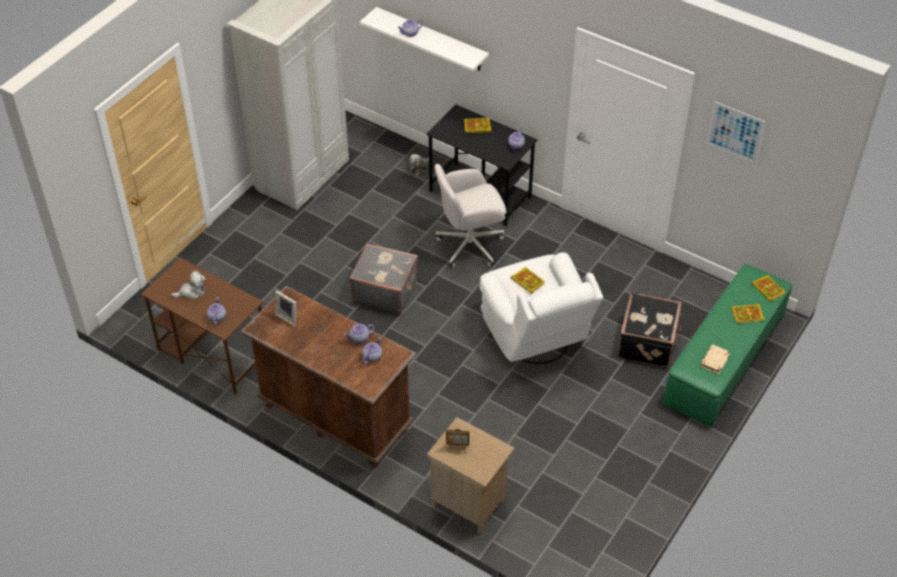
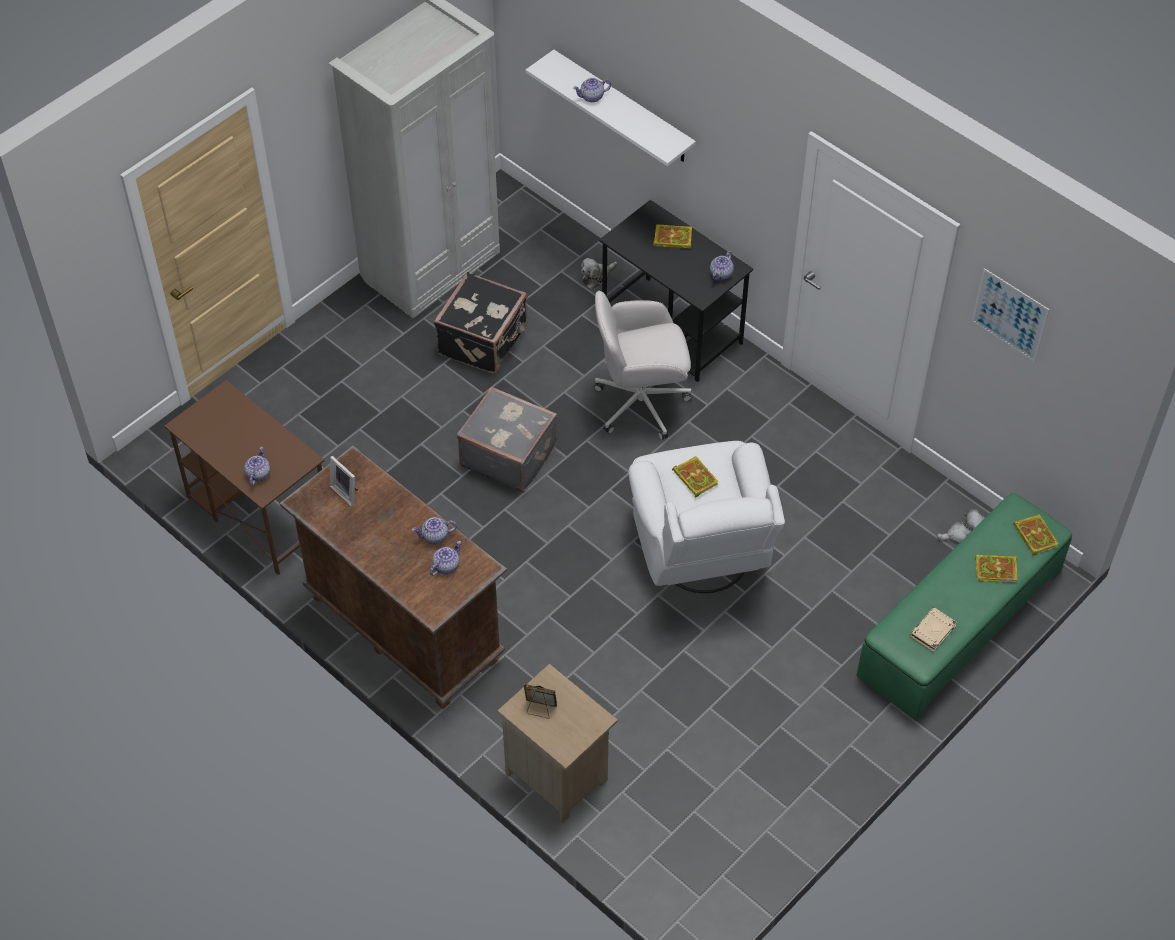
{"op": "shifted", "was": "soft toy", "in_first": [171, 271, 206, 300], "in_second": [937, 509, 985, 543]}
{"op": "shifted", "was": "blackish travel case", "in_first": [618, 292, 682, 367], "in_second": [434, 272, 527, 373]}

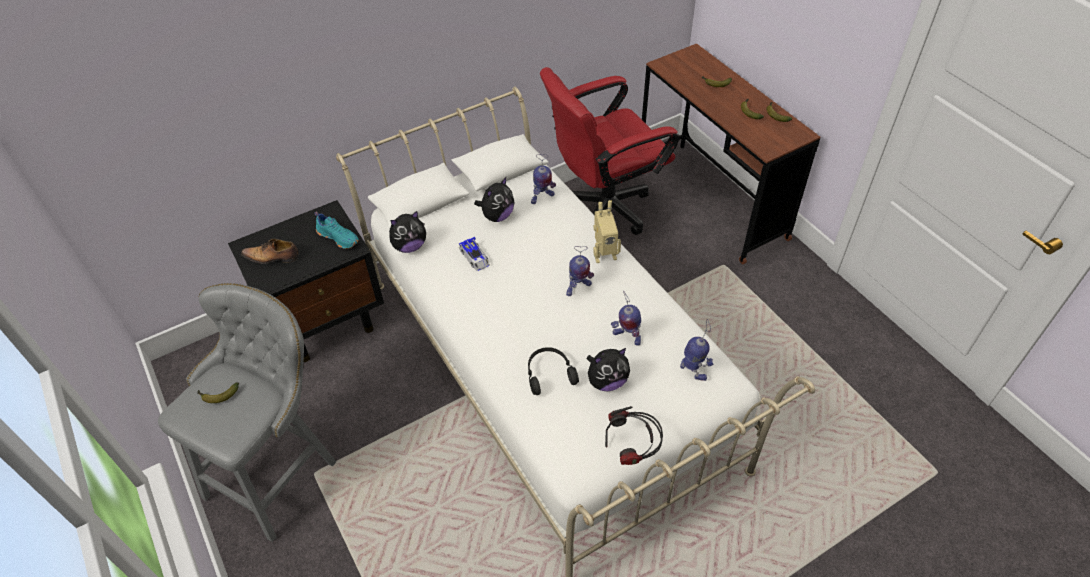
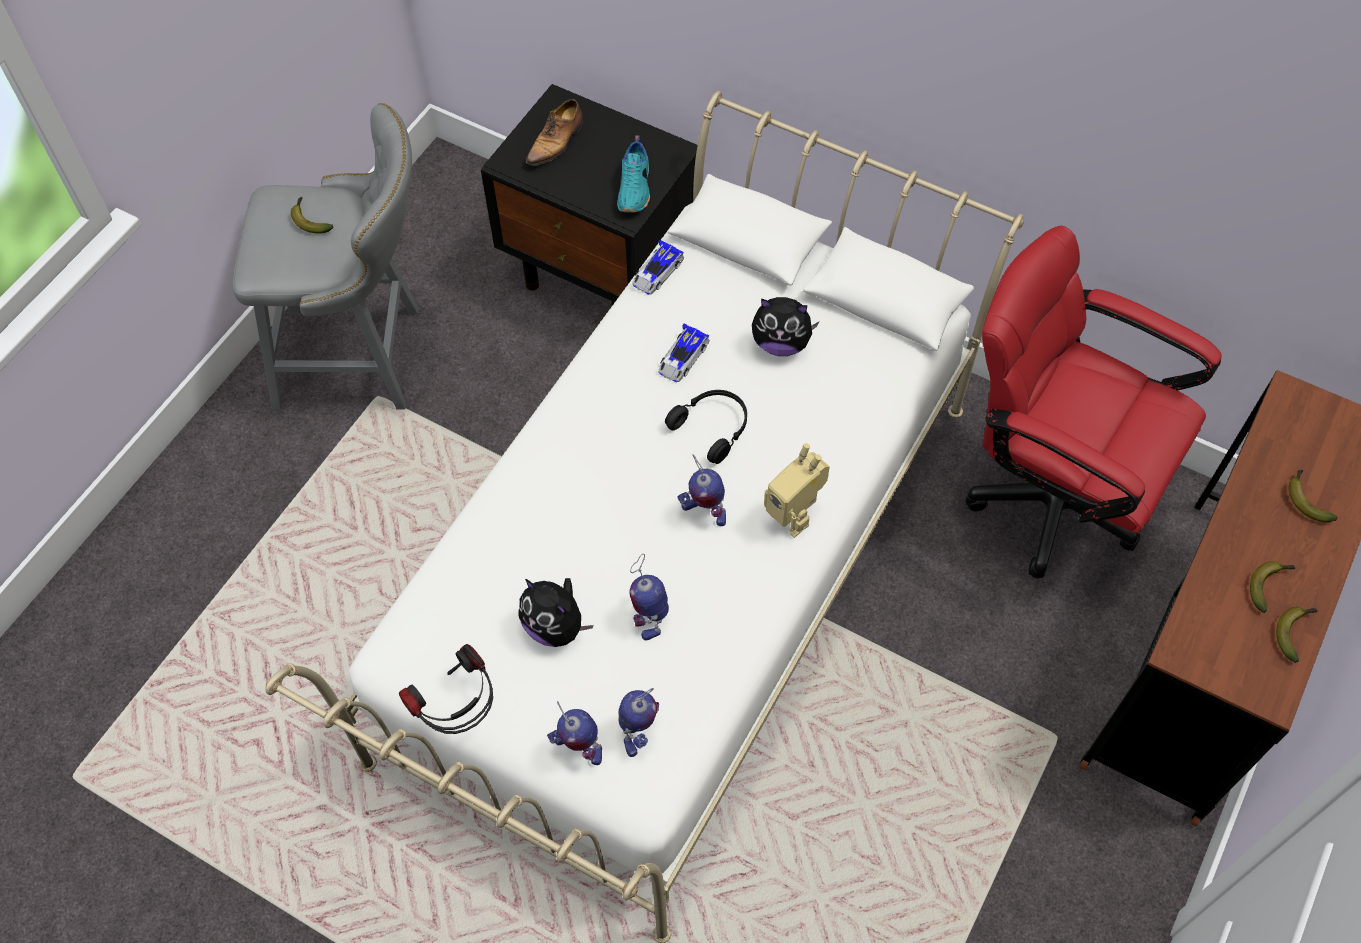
{"op": "shifted", "was": "blackish headphones", "in_first": [528, 347, 579, 395], "in_second": [665, 390, 747, 464]}
{"op": "shifted", "was": "model robot", "in_first": [531, 154, 556, 204], "in_second": [547, 701, 602, 765]}
{"op": "swapped", "was": "soft toy", "now": "miniature car", "in_first": [389, 211, 426, 253], "in_second": [632, 239, 685, 295]}
{"op": "rotated", "was": "low shoe", "in_first": [241, 239, 299, 264], "in_second": [526, 99, 583, 170], "clockwise": -120}

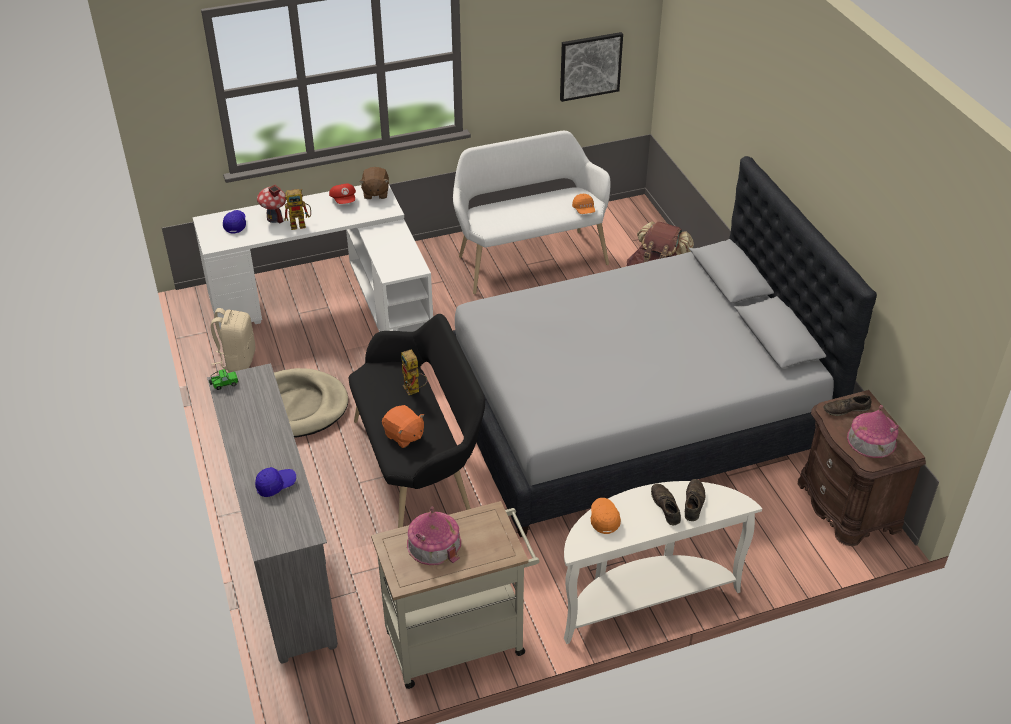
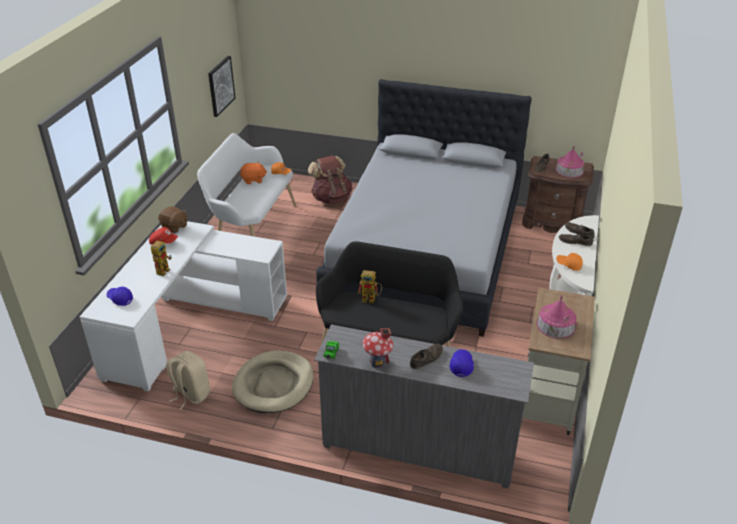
{"op": "new", "now": "brown-coloured low shoe", "in_second": [410, 344, 443, 369]}
{"op": "shifted", "was": "toy house", "in_first": [257, 185, 286, 223], "in_second": [362, 328, 393, 368]}
{"op": "shifted", "was": "orangey soft toy", "in_first": [382, 405, 424, 448], "in_second": [240, 161, 267, 184]}

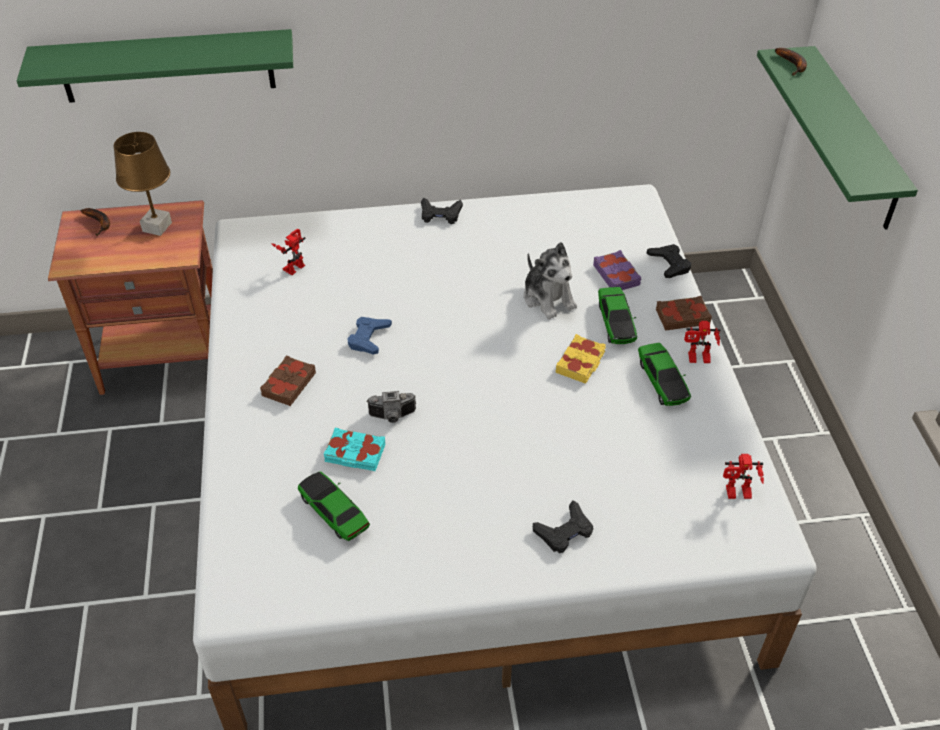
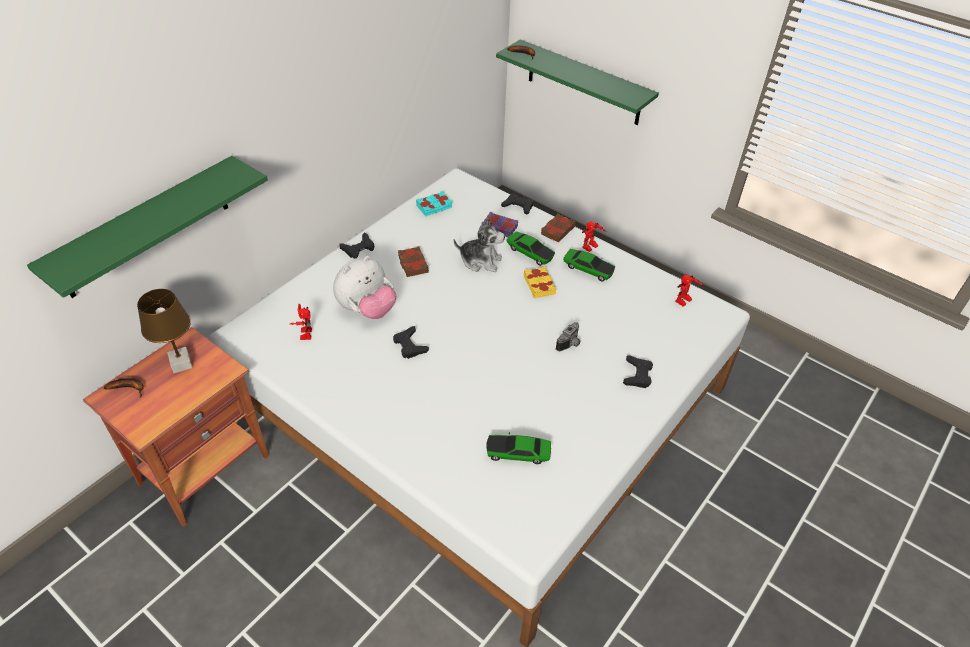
{"op": "new", "now": "soft toy", "in_second": [333, 256, 396, 319]}
{"op": "shifted", "was": "brown-coloured volume", "in_first": [260, 355, 316, 406], "in_second": [398, 246, 429, 277]}
{"op": "shifted", "was": "turquoise-coloured volume", "in_first": [324, 428, 385, 471], "in_second": [416, 191, 452, 216]}
{"op": "shifted", "was": "still camera", "in_first": [366, 391, 416, 423], "in_second": [556, 322, 580, 351]}
{"op": "repainted", "was": "bluish gamepad", "now": "blackish gamepad", "in_first": [347, 317, 392, 354], "in_second": [393, 326, 429, 359]}

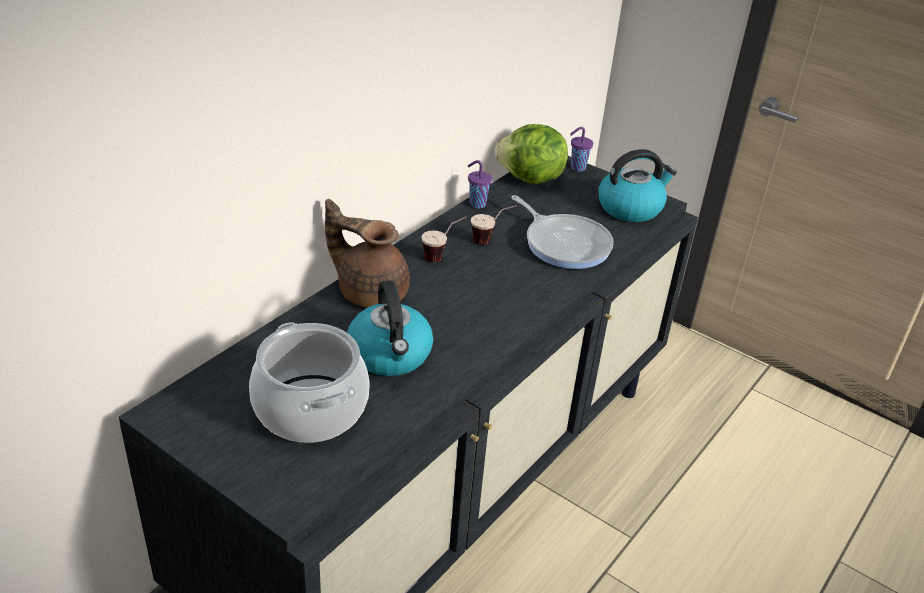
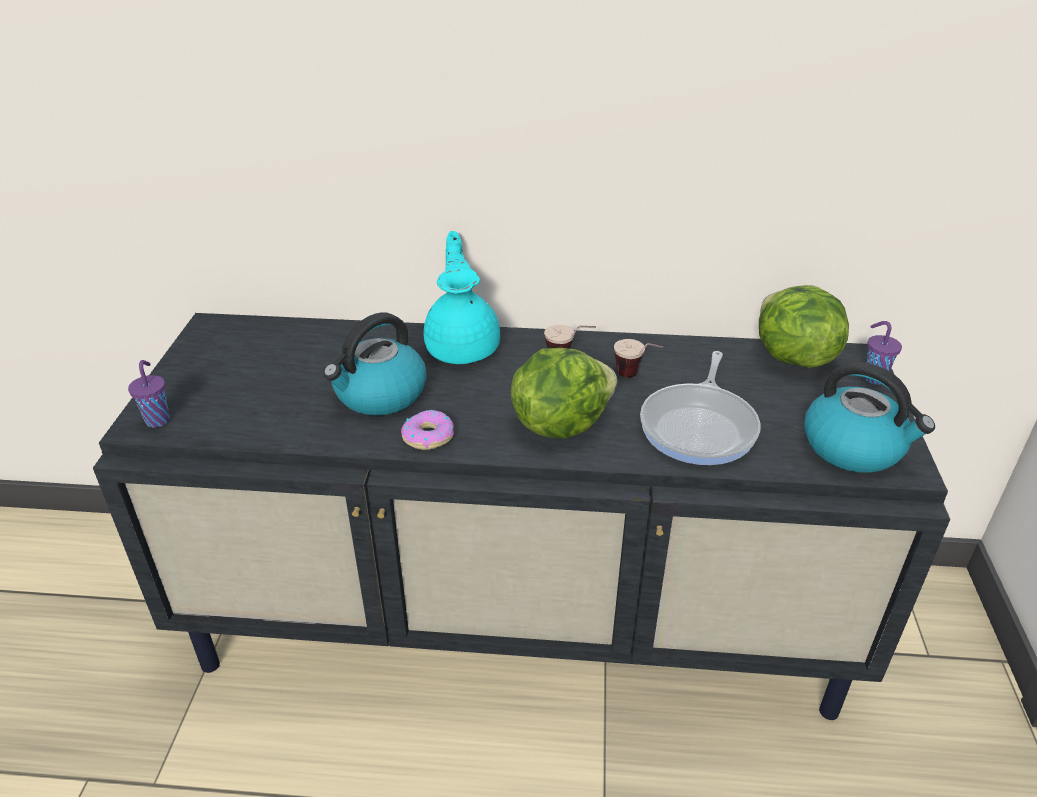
{"op": "gone", "was": "stockpot", "in_first": [249, 322, 370, 443]}
{"op": "new", "now": "donut", "in_second": [401, 410, 454, 450]}
{"op": "new", "now": "lettuce head", "in_second": [510, 348, 617, 438]}
{"op": "shifted", "was": "purple-coloured cup", "in_first": [468, 160, 492, 209], "in_second": [128, 360, 170, 428]}
{"op": "repainted", "was": "brown-coloured tea pot", "now": "turquoise-coloured tea pot", "in_first": [325, 199, 410, 308], "in_second": [424, 231, 500, 364]}

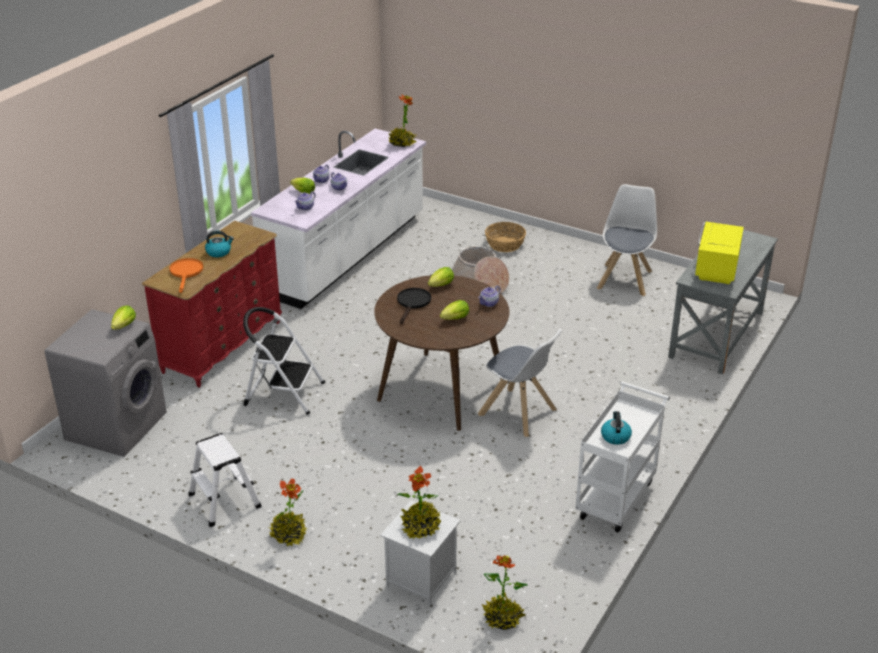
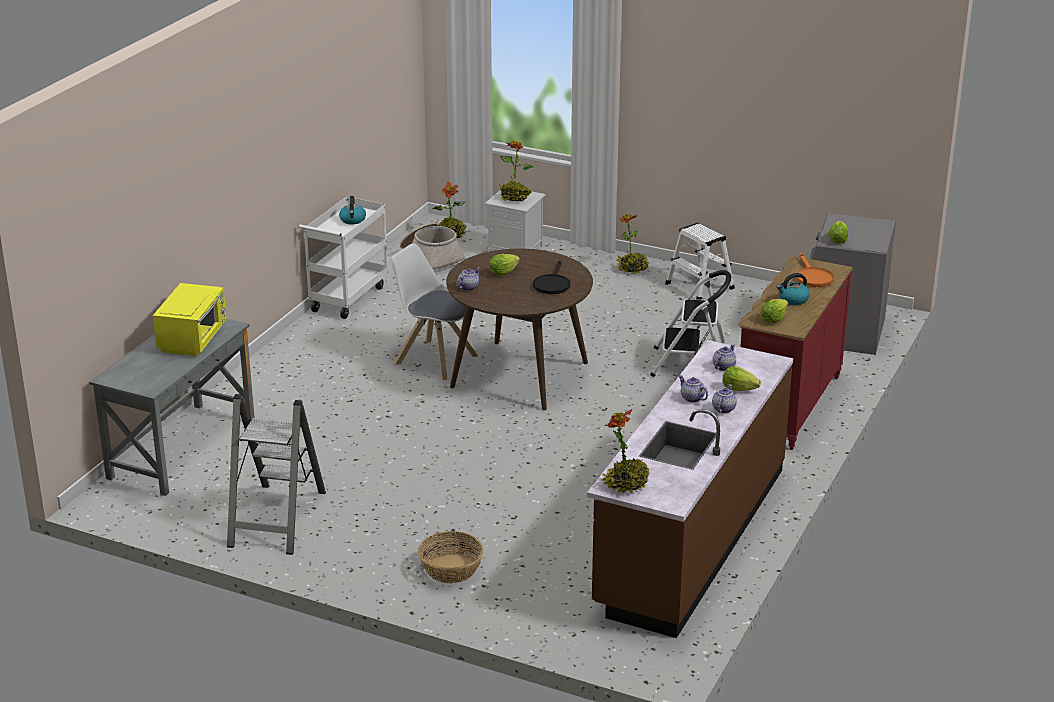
{"op": "shifted", "was": "lettuce head", "in_first": [428, 267, 454, 287], "in_second": [760, 299, 788, 323]}
{"op": "shifted", "was": "household basket", "in_first": [452, 246, 509, 294], "in_second": [400, 223, 466, 270]}
{"op": "swapped", "was": "plain chair", "now": "gray stepladder", "in_first": [597, 184, 657, 296], "in_second": [227, 394, 326, 555]}
{"op": "repainted", "was": "white kitchen base unit", "now": "brown-coloured kitchen base unit", "in_first": [251, 129, 426, 309], "in_second": [587, 340, 793, 638]}

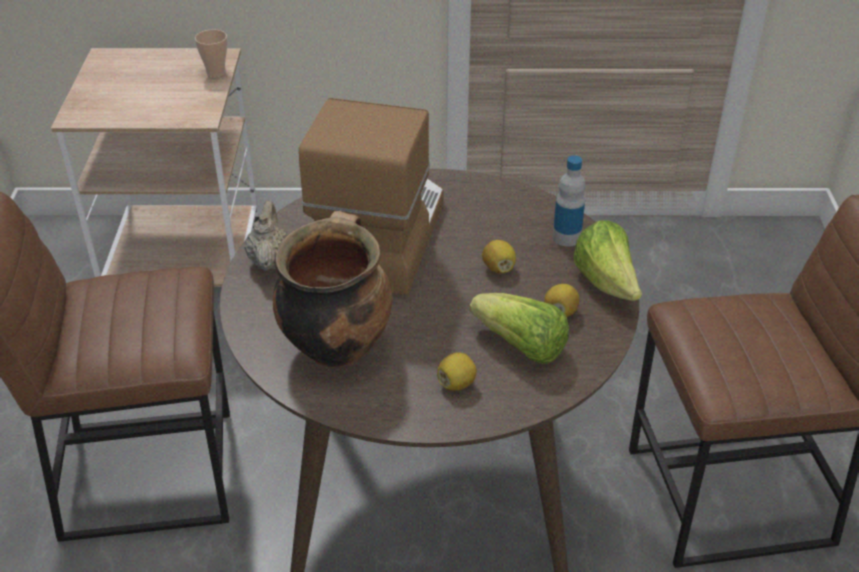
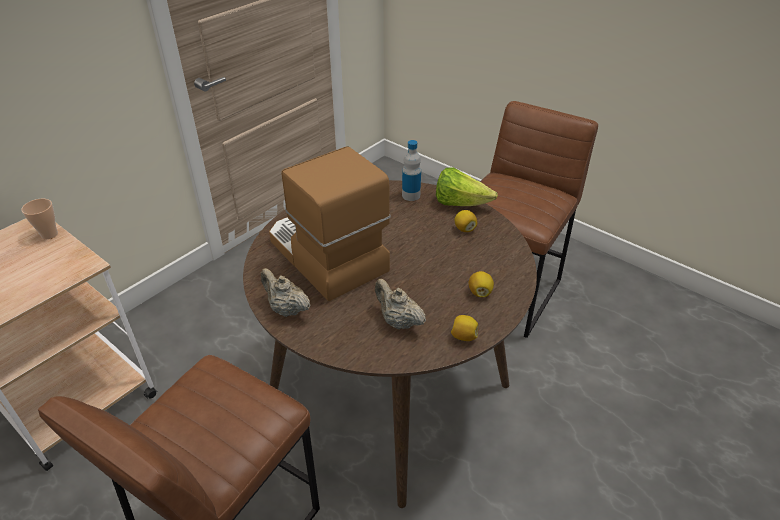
{"op": "gone", "was": "lettuce head", "in_first": [470, 293, 569, 364]}
{"op": "shifted", "was": "citrus fruit", "in_first": [482, 240, 516, 273], "in_second": [451, 315, 478, 341]}
{"op": "swapped", "was": "stockpot", "now": "beige tea pot", "in_first": [273, 211, 392, 368], "in_second": [375, 279, 426, 329]}

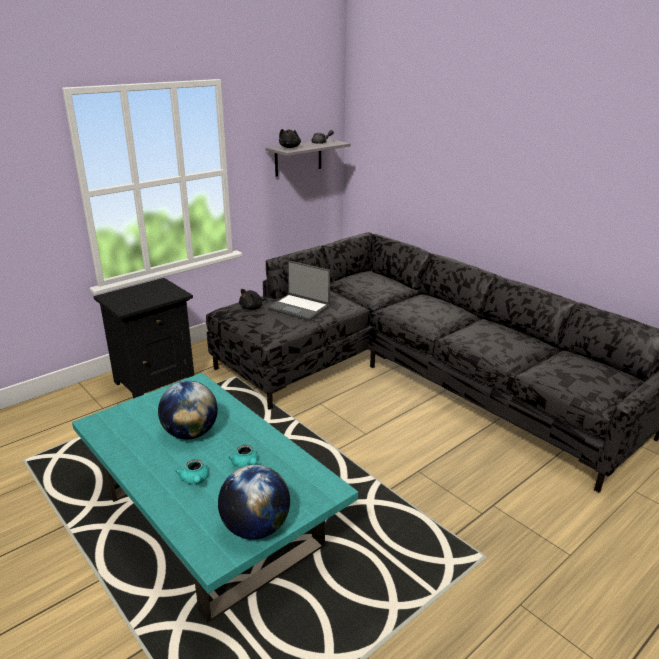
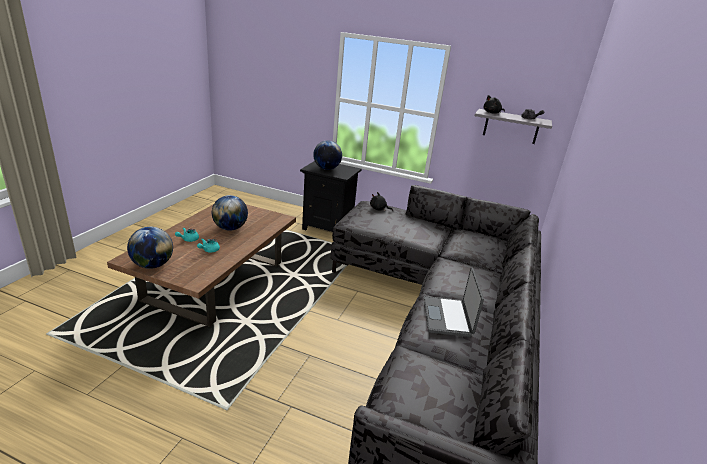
{"op": "new", "now": "globe", "in_second": [313, 140, 342, 170]}
{"op": "shifted", "was": "portable computer", "in_first": [268, 261, 330, 321], "in_second": [424, 267, 484, 337]}
{"op": "repainted", "was": "turquoise-coloured low table", "now": "brown-coloured low table", "in_first": [72, 373, 358, 623], "in_second": [107, 204, 296, 327]}

